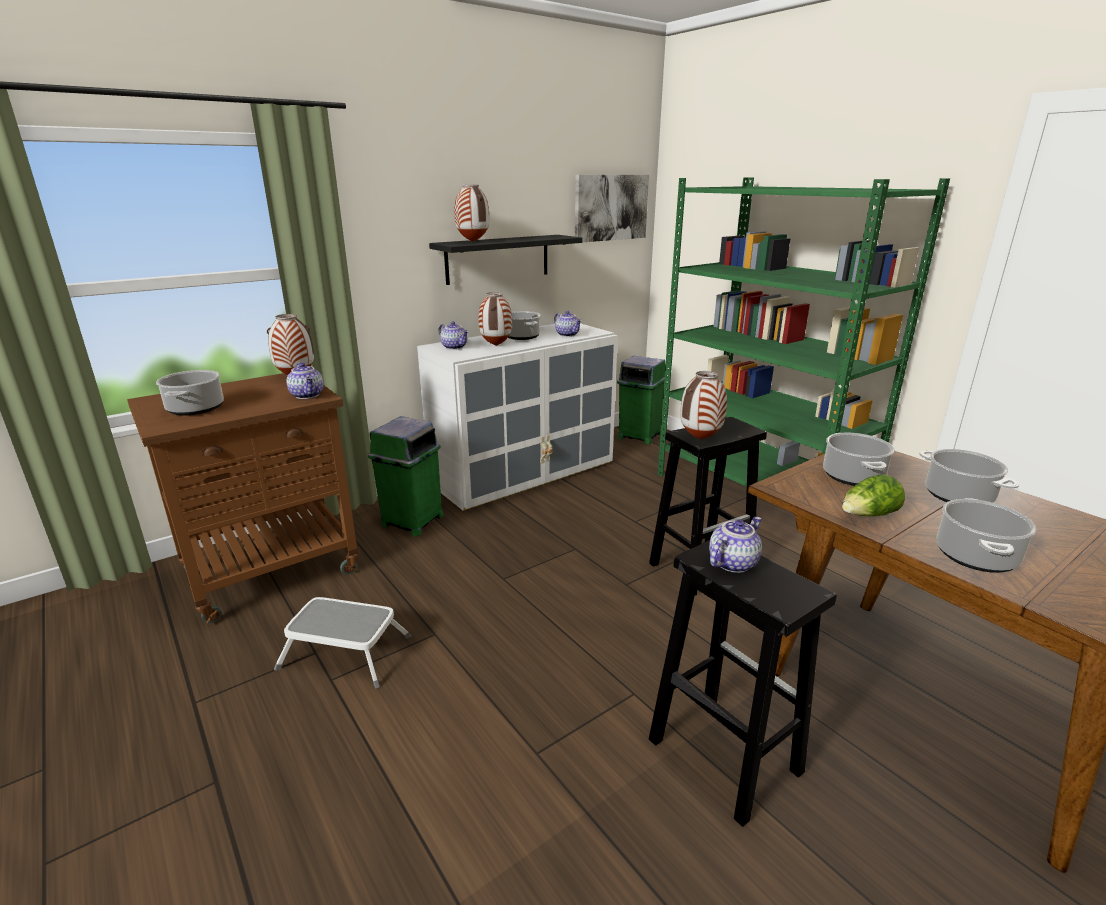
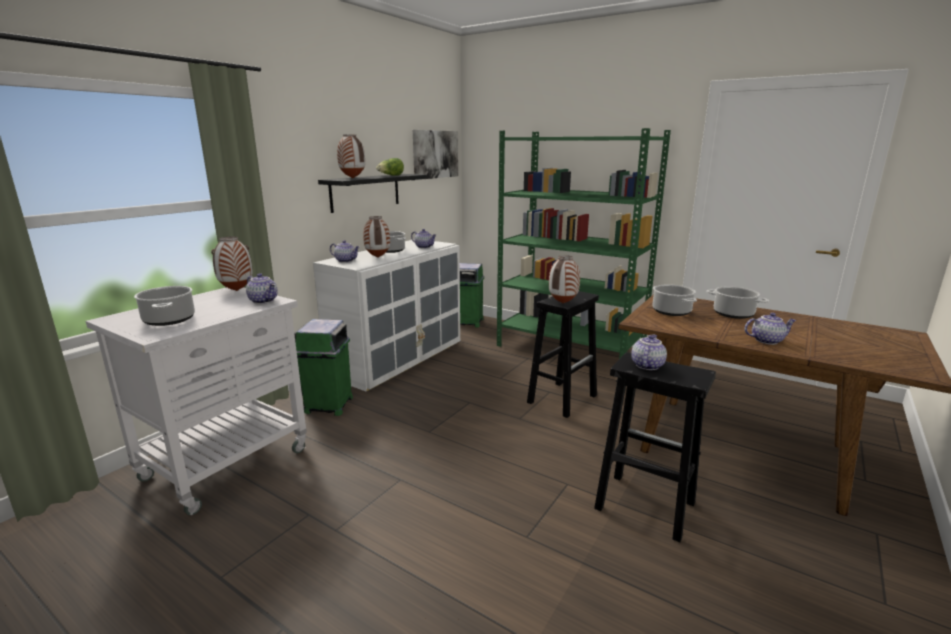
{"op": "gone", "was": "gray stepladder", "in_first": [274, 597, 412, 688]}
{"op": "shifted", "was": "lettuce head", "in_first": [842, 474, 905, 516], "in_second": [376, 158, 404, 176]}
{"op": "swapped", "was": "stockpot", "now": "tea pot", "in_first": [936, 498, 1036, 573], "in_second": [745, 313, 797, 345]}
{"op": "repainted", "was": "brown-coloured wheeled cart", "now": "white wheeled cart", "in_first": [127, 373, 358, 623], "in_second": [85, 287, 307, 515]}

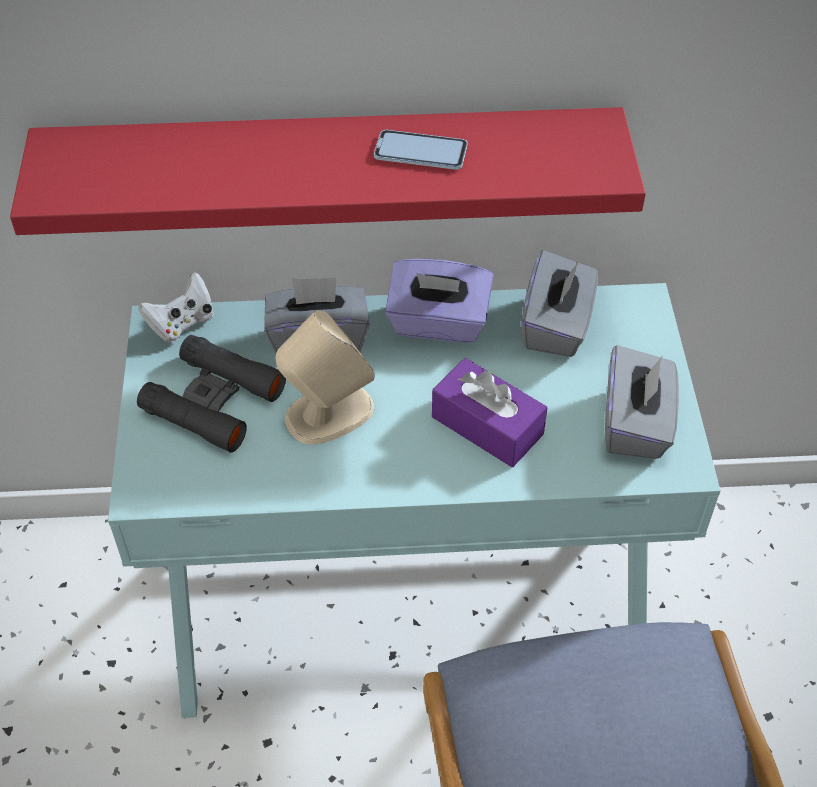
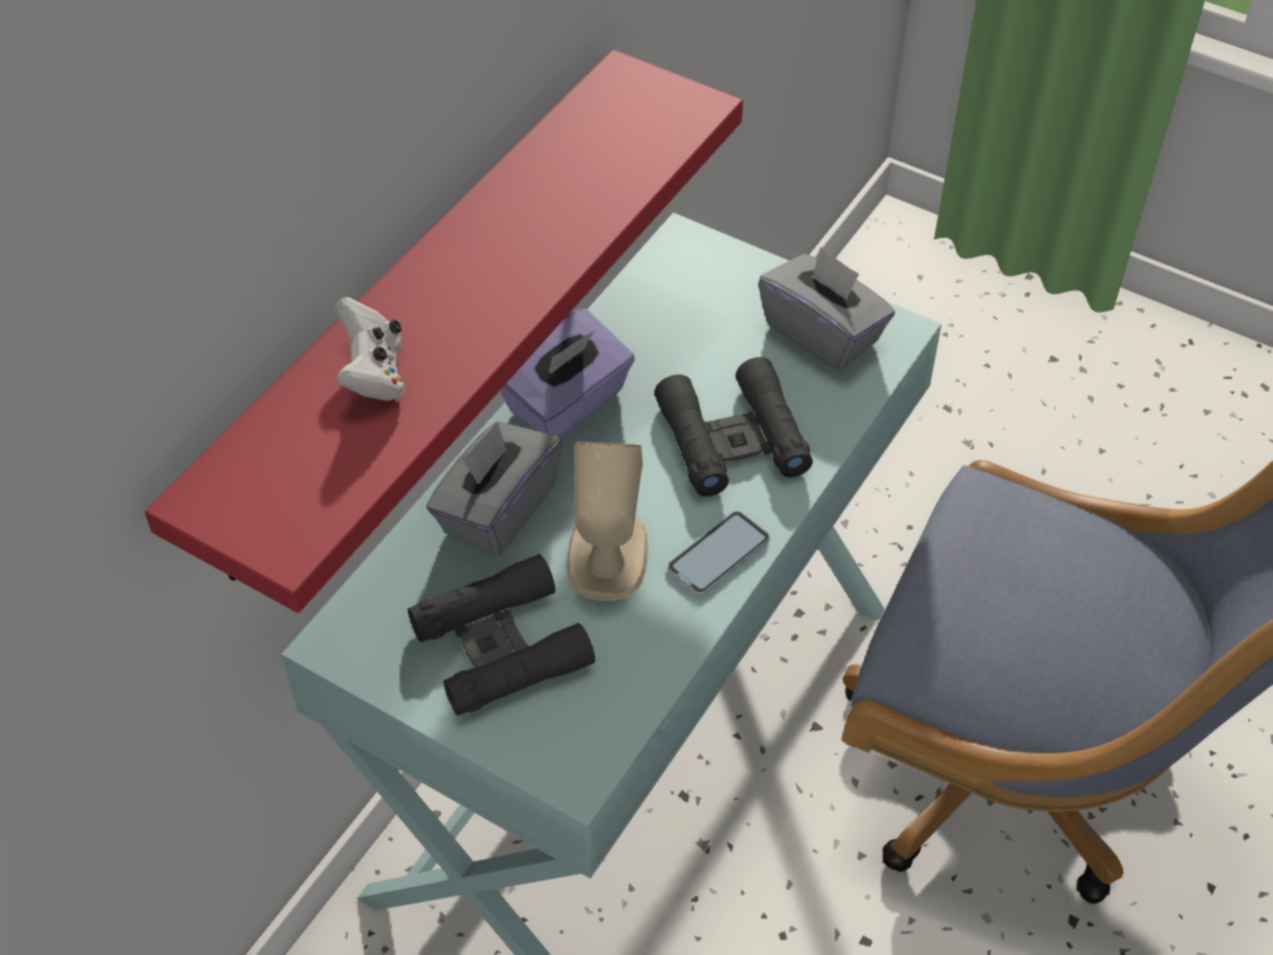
{"op": "gone", "was": "gray tissue holder", "in_first": [521, 250, 598, 357]}
{"op": "shifted", "was": "white gamepad", "in_first": [138, 272, 214, 342], "in_second": [334, 297, 404, 401]}
{"op": "shifted", "was": "phone", "in_first": [374, 130, 468, 170], "in_second": [667, 511, 770, 596]}
{"op": "swapped", "was": "purple-coloured tissue holder", "now": "blackish pair of binoculars", "in_first": [432, 358, 547, 467], "in_second": [654, 357, 813, 497]}

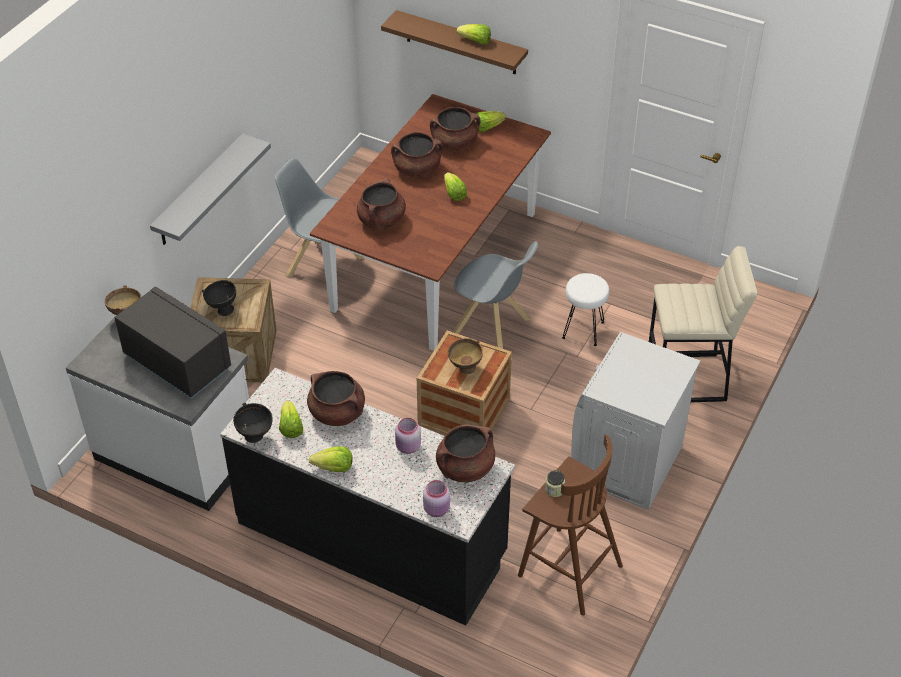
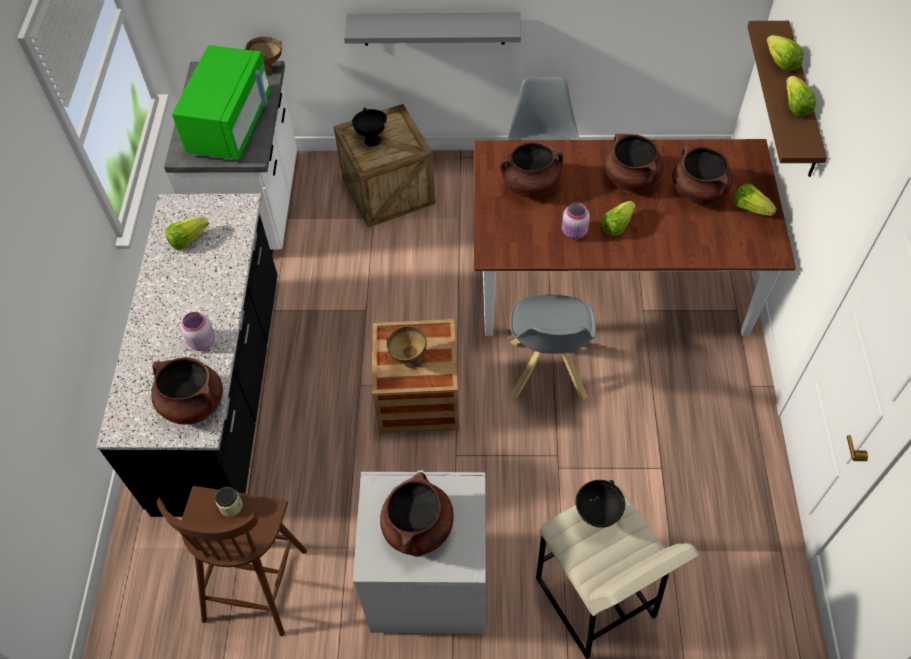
{"op": "gone", "was": "white sitting stool", "in_first": [562, 273, 609, 346]}
{"op": "shifted", "was": "blackish deep dish", "in_first": [233, 403, 273, 443], "in_second": [576, 480, 625, 528]}
{"op": "shifted", "was": "brown-coloured stockpot", "in_first": [307, 371, 365, 426], "in_second": [380, 472, 454, 557]}
{"op": "shifted", "was": "lettuce head", "in_first": [309, 446, 353, 472], "in_second": [767, 35, 804, 71]}
{"op": "shifted", "was": "pink jar", "in_first": [423, 480, 450, 517], "in_second": [562, 202, 590, 240]}
{"op": "repainted", "was": "blackish microwave", "now": "green microwave", "in_first": [115, 286, 231, 398], "in_second": [172, 45, 271, 160]}

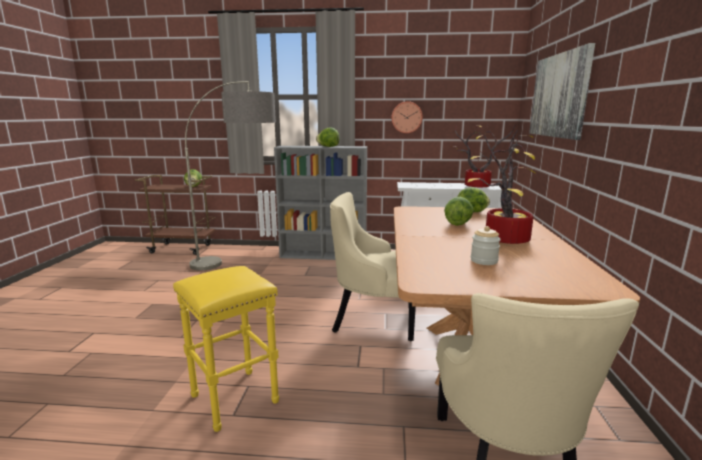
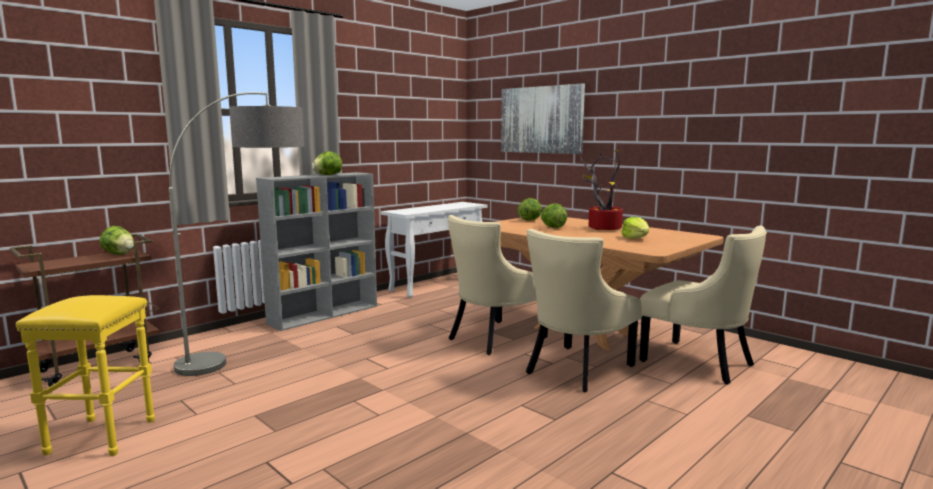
{"op": "gone", "was": "clock on the wall", "in_first": [391, 101, 423, 133]}
{"op": "gone", "was": "plant in a pot", "in_first": [451, 124, 519, 187]}
{"op": "new", "now": "beige plain chair", "in_second": [526, 229, 642, 392]}
{"op": "shifted", "was": "yellow-coloured sitting stool", "in_first": [173, 266, 279, 432], "in_second": [16, 295, 155, 456]}
{"op": "swapped", "was": "jar", "now": "lettuce head", "in_first": [471, 226, 501, 265], "in_second": [621, 217, 649, 239]}

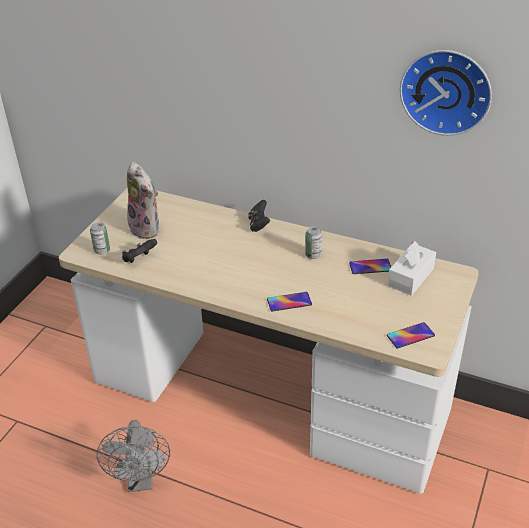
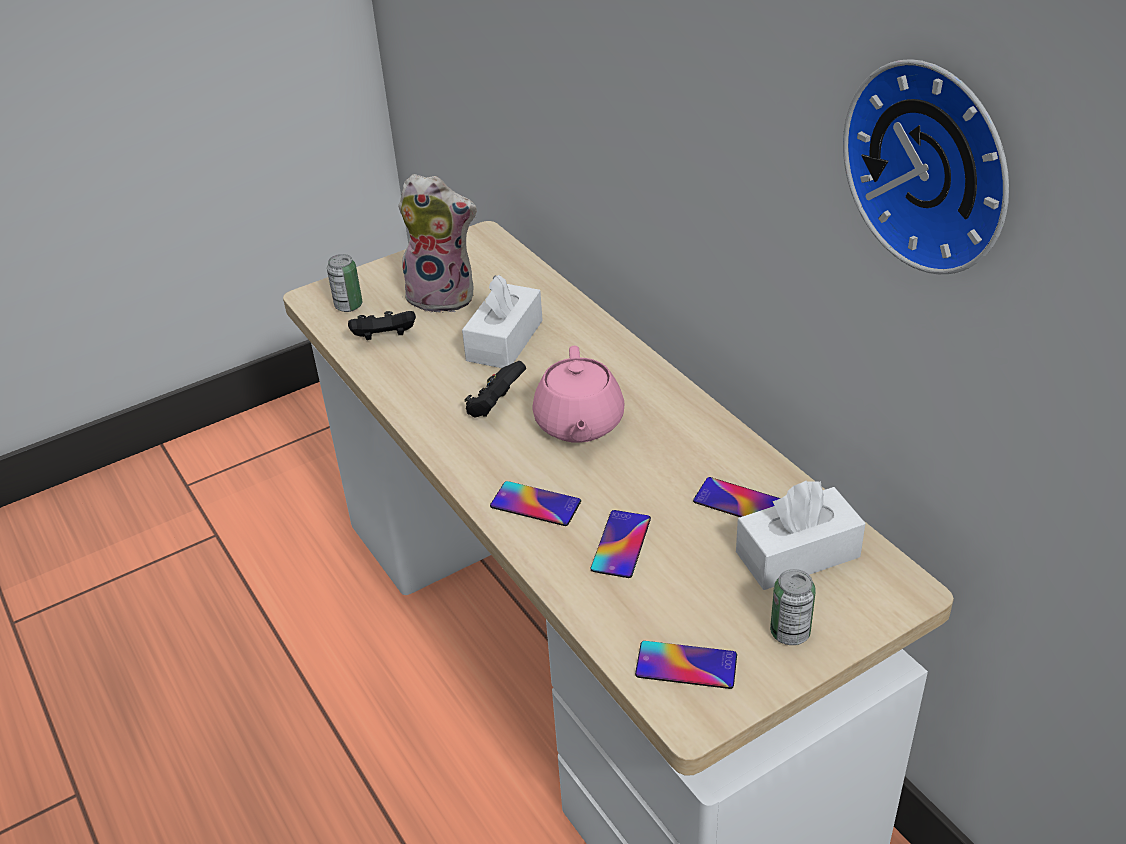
{"op": "gone", "was": "gray cooling fan", "in_first": [97, 420, 170, 492]}
{"op": "new", "now": "white tissue holder", "in_second": [462, 275, 543, 368]}
{"op": "new", "now": "pink tea pot", "in_second": [533, 346, 625, 443]}
{"op": "new", "now": "phone", "in_second": [590, 510, 651, 578]}
{"op": "shifted", "was": "blackish gamepad", "in_first": [248, 200, 270, 232], "in_second": [464, 361, 526, 418]}
{"op": "shifted", "was": "can", "in_first": [305, 226, 322, 259], "in_second": [770, 569, 816, 645]}
{"op": "rotated", "was": "soft toy", "in_first": [127, 162, 159, 239], "in_second": [398, 174, 477, 313], "clockwise": -75}

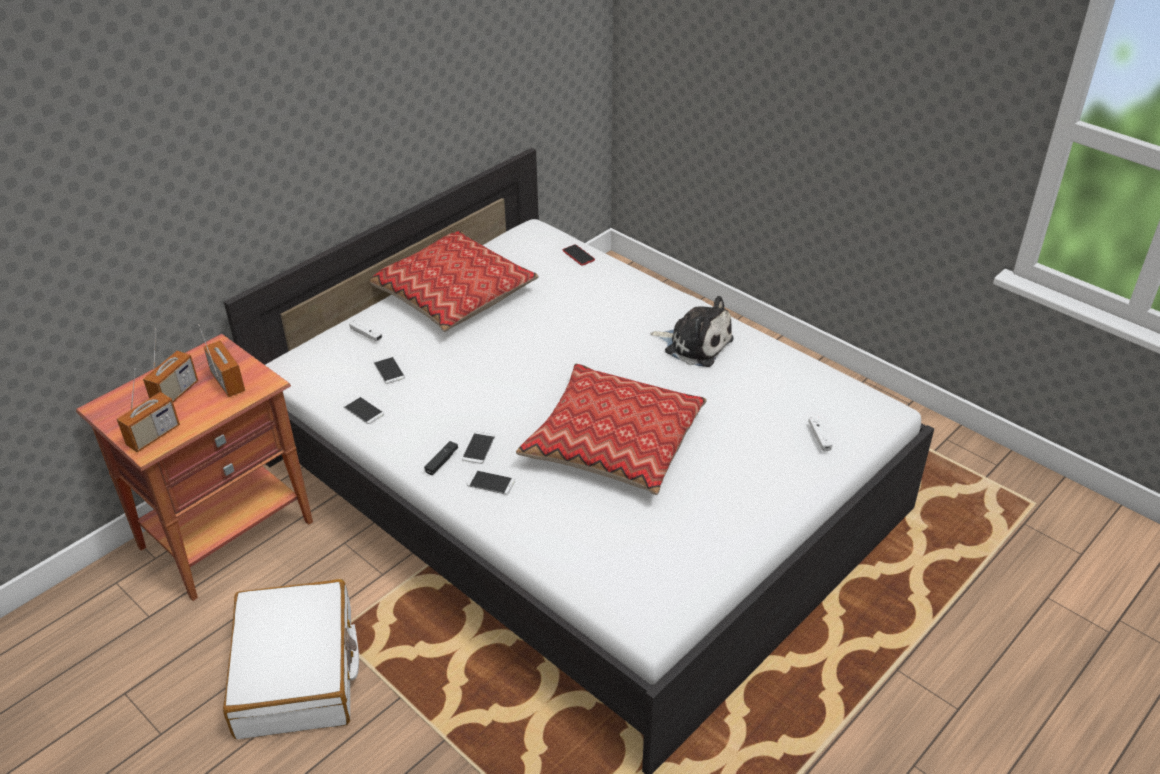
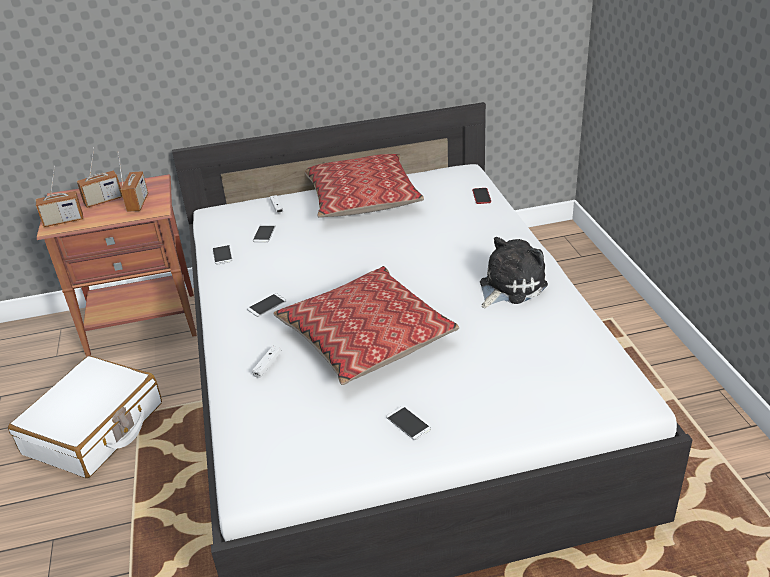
{"op": "gone", "was": "blackish gamepad", "in_first": [424, 441, 458, 475]}
{"op": "shifted", "was": "phone", "in_first": [467, 470, 515, 495], "in_second": [386, 406, 431, 440]}
{"op": "shifted", "was": "white gamepad", "in_first": [808, 417, 832, 452], "in_second": [252, 346, 281, 378]}
{"op": "rotated", "was": "soft toy", "in_first": [650, 296, 734, 367], "in_second": [480, 237, 548, 308], "clockwise": -105}

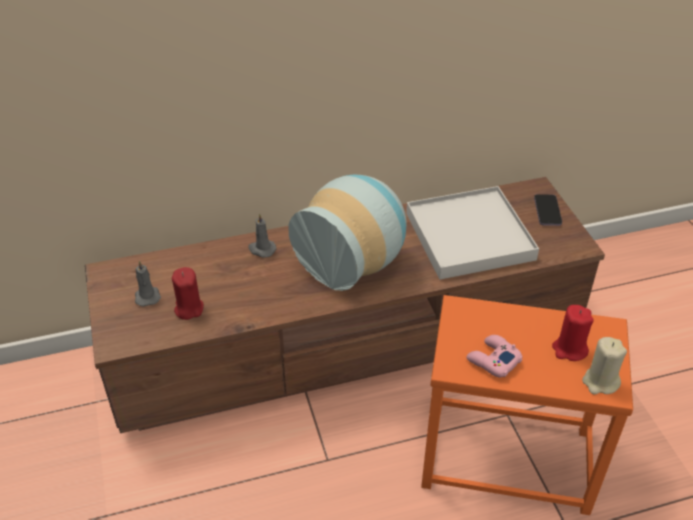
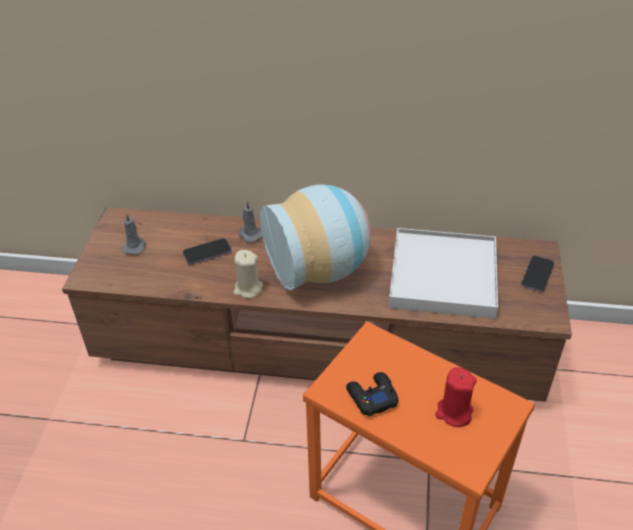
{"op": "gone", "was": "red-coloured candle", "in_first": [172, 267, 204, 320]}
{"op": "new", "now": "phone", "in_second": [183, 238, 232, 265]}
{"op": "shifted", "was": "beige candle", "in_first": [582, 337, 627, 394], "in_second": [233, 250, 263, 298]}
{"op": "repainted", "was": "pink gamepad", "now": "blackish gamepad", "in_first": [466, 335, 523, 377], "in_second": [346, 372, 399, 416]}

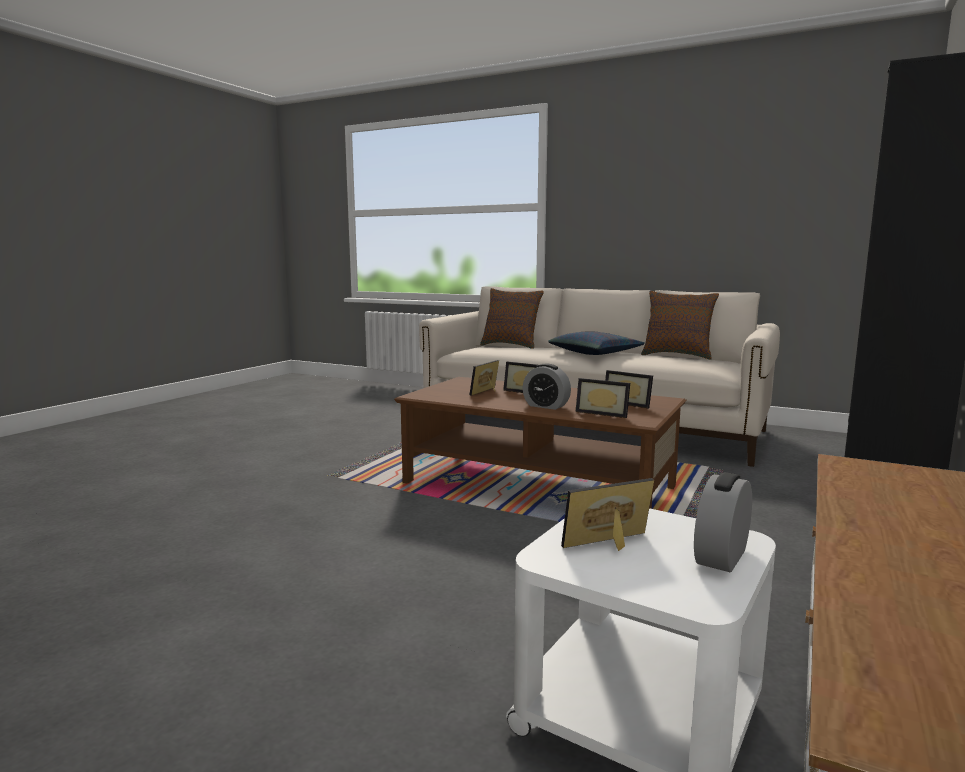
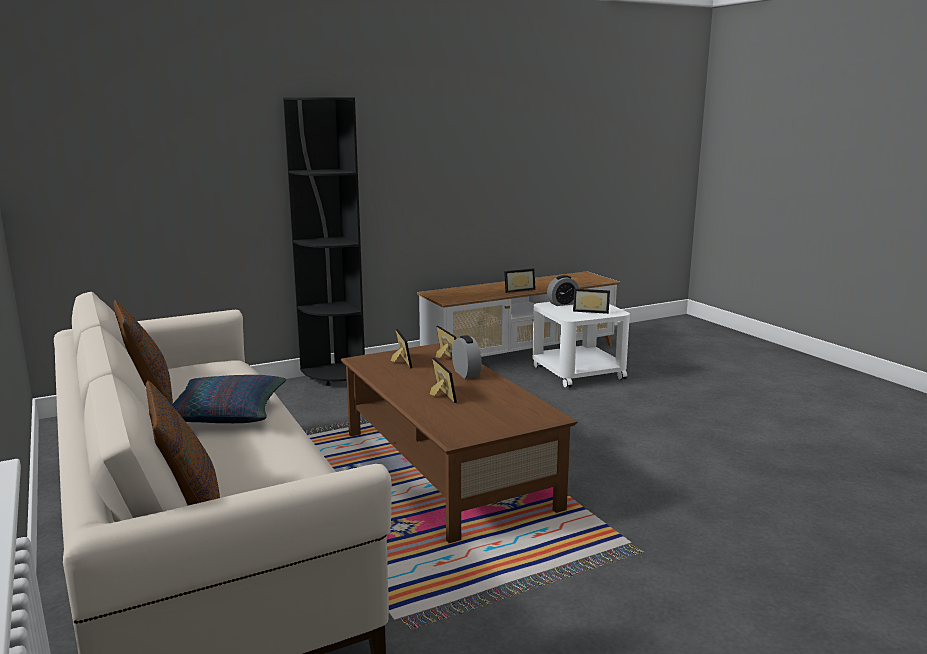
{"op": "shifted", "was": "standing frame", "in_first": [469, 360, 499, 396], "in_second": [504, 268, 536, 293]}

